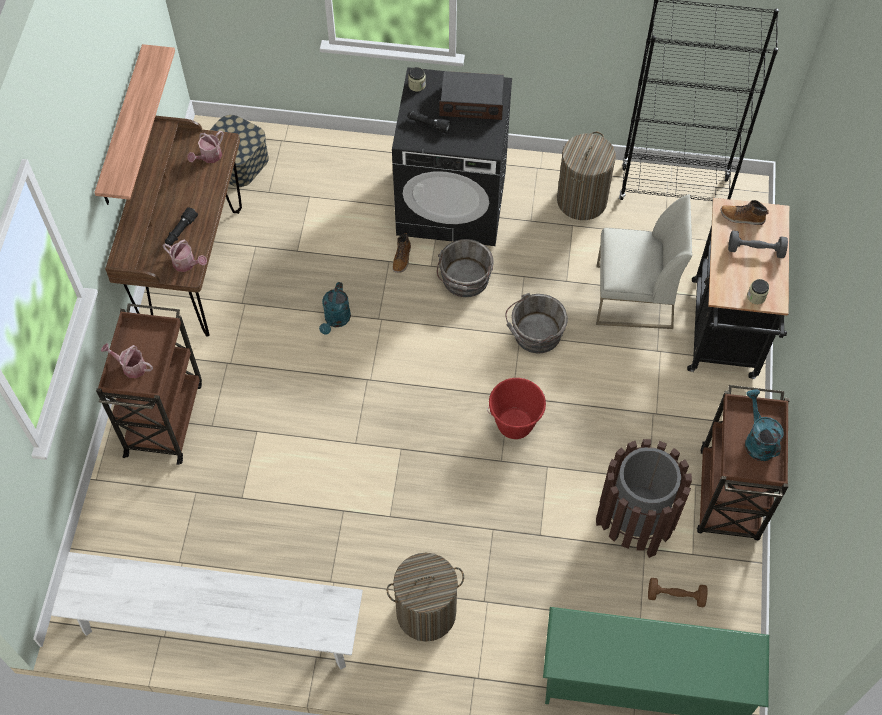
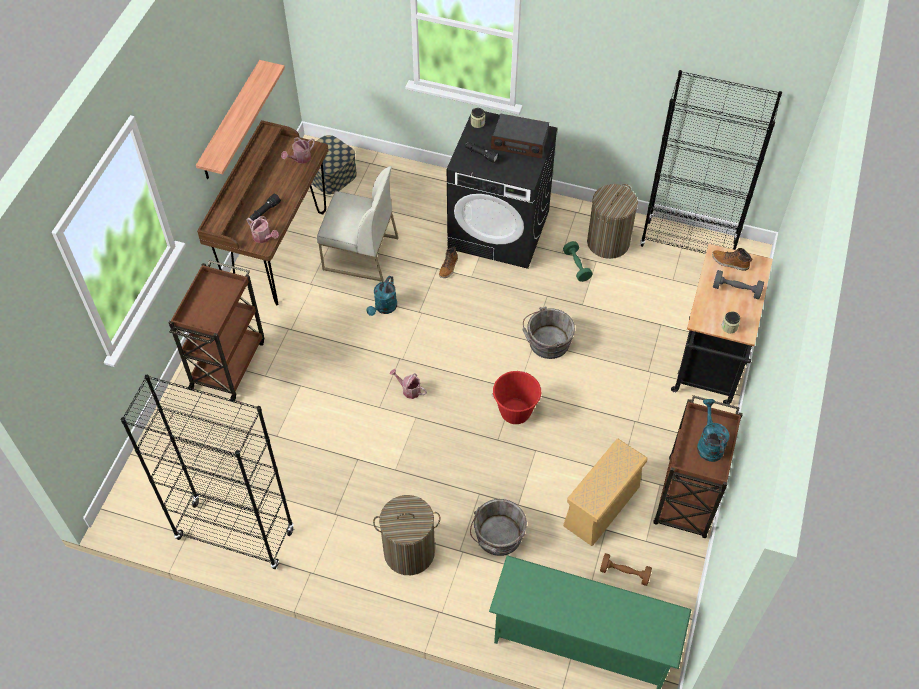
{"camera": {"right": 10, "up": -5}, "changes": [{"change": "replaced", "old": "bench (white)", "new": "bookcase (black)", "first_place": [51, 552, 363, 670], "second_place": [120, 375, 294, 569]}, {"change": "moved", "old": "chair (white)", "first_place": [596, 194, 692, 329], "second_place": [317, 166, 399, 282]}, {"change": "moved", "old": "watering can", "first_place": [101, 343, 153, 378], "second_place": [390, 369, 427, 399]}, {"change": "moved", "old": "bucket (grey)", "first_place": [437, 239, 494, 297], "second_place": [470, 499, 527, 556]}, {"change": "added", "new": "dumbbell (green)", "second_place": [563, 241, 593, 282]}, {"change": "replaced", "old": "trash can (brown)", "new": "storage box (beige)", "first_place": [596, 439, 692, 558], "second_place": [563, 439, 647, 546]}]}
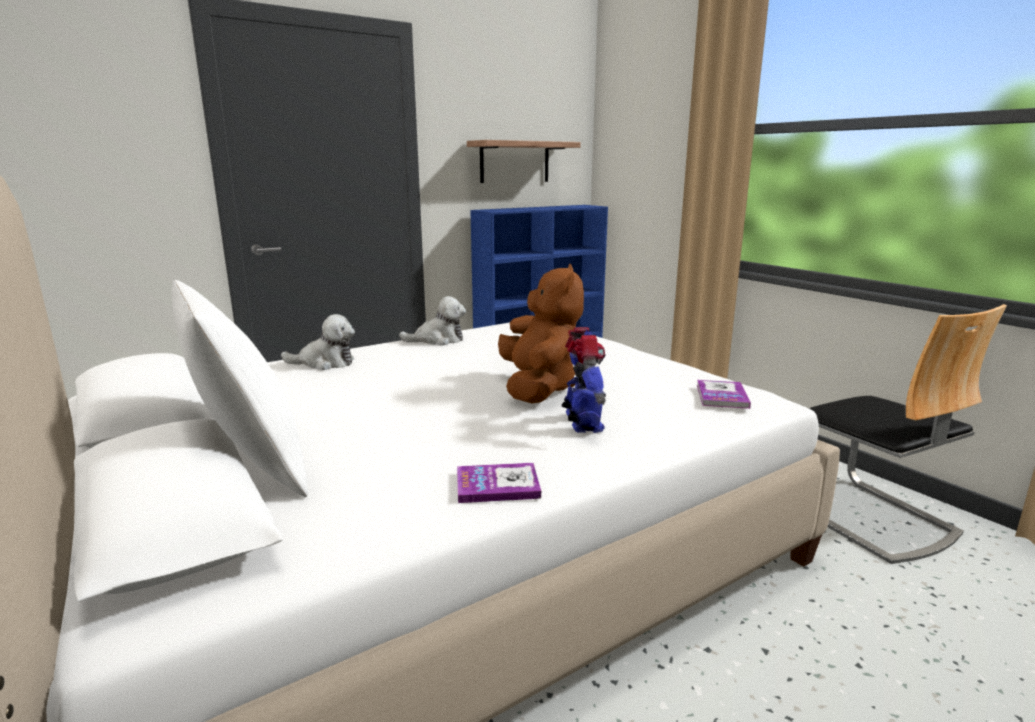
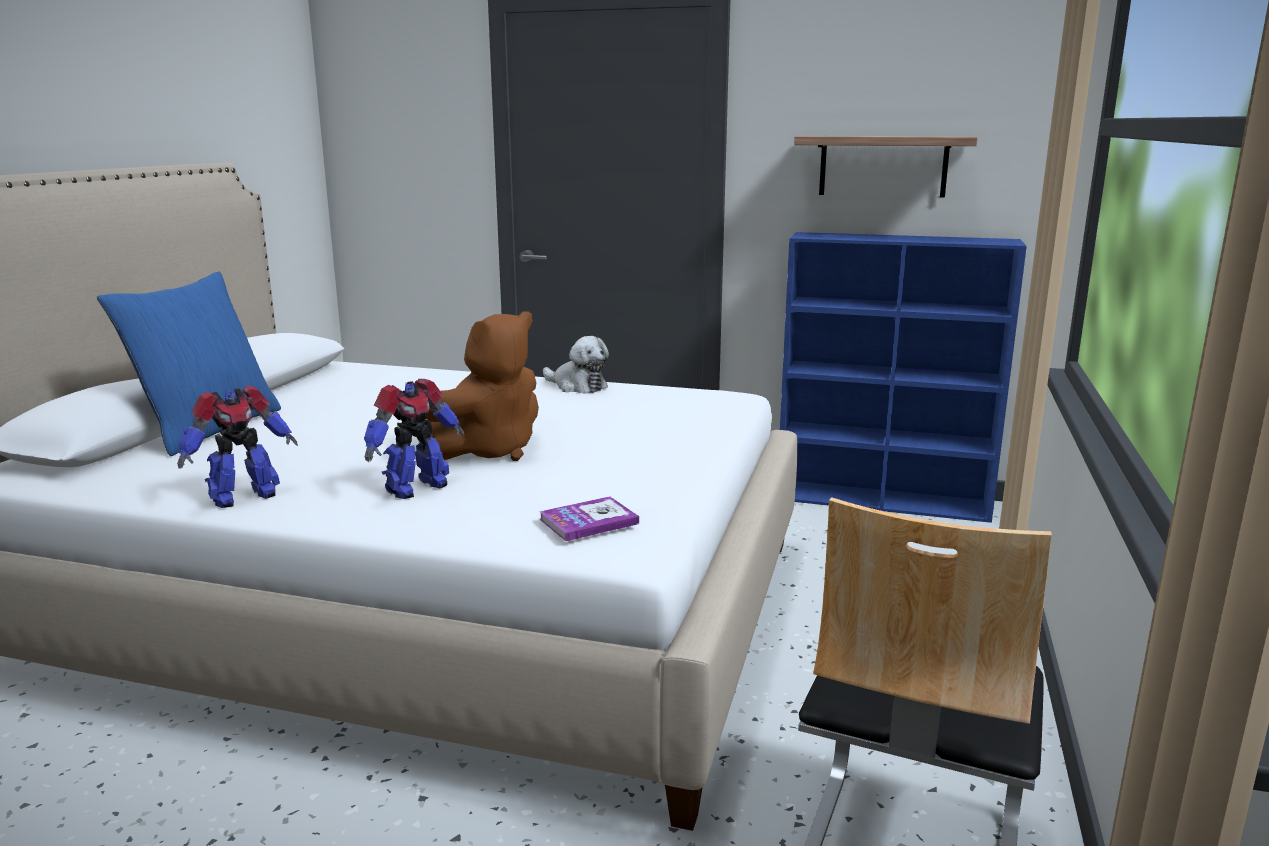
{"camera": {"right": 50, "up": 0}, "changes": [{"change": "recoloured", "old": "pillow (white)", "new": "pillow (blue)", "first_place": [172, 280, 308, 497], "second_place": [97, 271, 281, 456]}, {"change": "replaced", "old": "book", "new": "toy robot", "first_place": [457, 463, 541, 503], "second_place": [177, 386, 298, 508]}, {"change": "removed", "old": "plush toy", "first_place": [281, 314, 355, 370]}]}
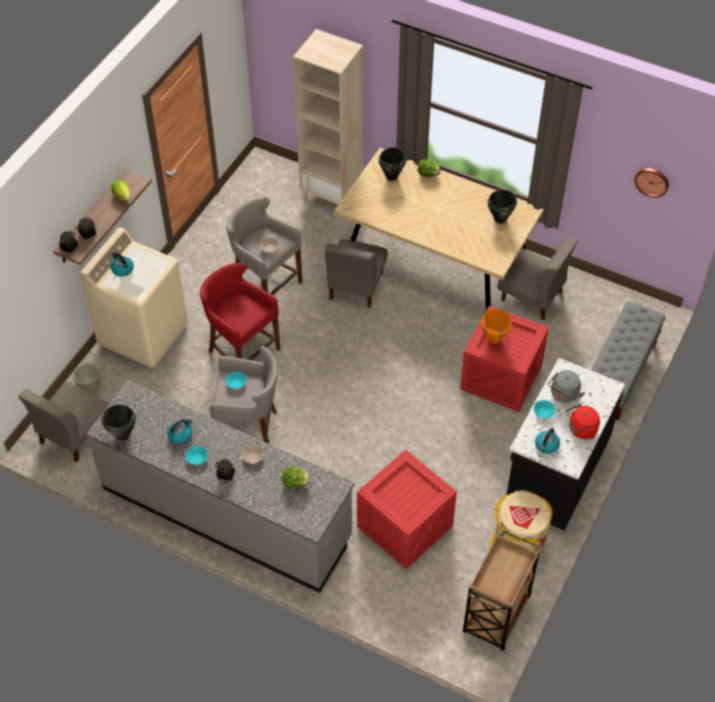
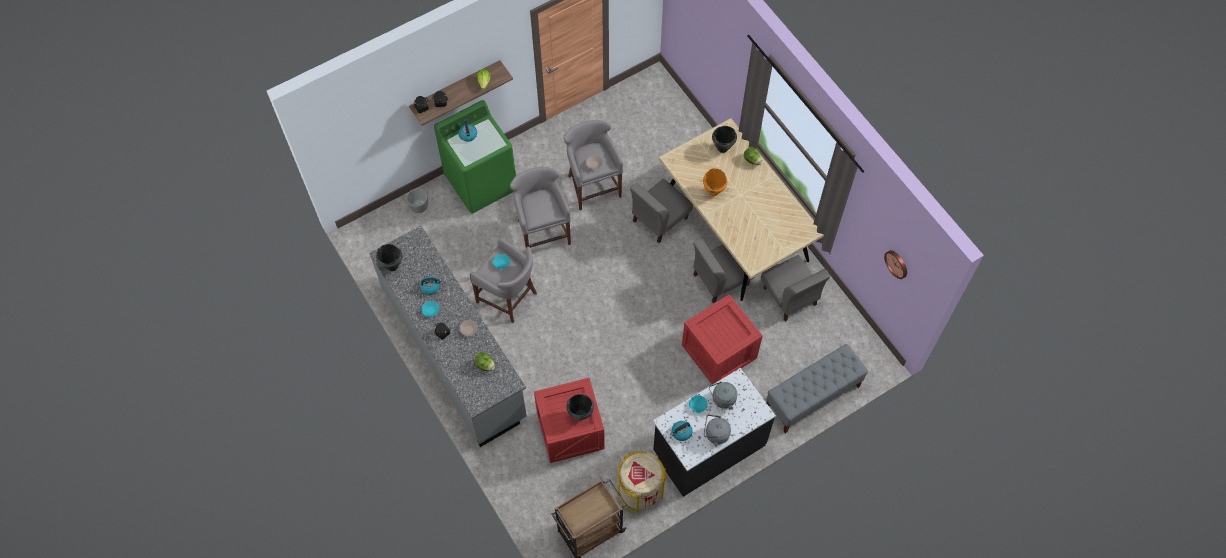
{"camera": {"right": 30, "up": 10}, "changes": [{"change": "recoloured", "old": "washing machine (beige)", "new": "washing machine (green)", "first_place": [80, 227, 188, 368], "second_place": [434, 100, 516, 214]}, {"change": "recoloured", "old": "stool (red)", "new": "stool (grey)", "first_place": [200, 263, 280, 360], "second_place": [510, 167, 571, 248]}, {"change": "moved", "old": "cooking pot (black)", "first_place": [487, 190, 517, 223], "second_place": [566, 394, 594, 420]}, {"change": "moved", "old": "chair (grey)", "first_place": [18, 381, 109, 462], "second_place": [693, 239, 755, 303]}, {"change": "moved", "old": "cooking pot (orange)", "first_place": [482, 309, 512, 344], "second_place": [703, 168, 727, 196]}, {"change": "recoloured", "old": "kettle (red)", "new": "kettle (grey)", "first_place": [566, 404, 600, 439], "second_place": [704, 415, 731, 447]}, {"change": "removed", "old": "bookcase (beige)", "first_place": [293, 29, 363, 205]}]}
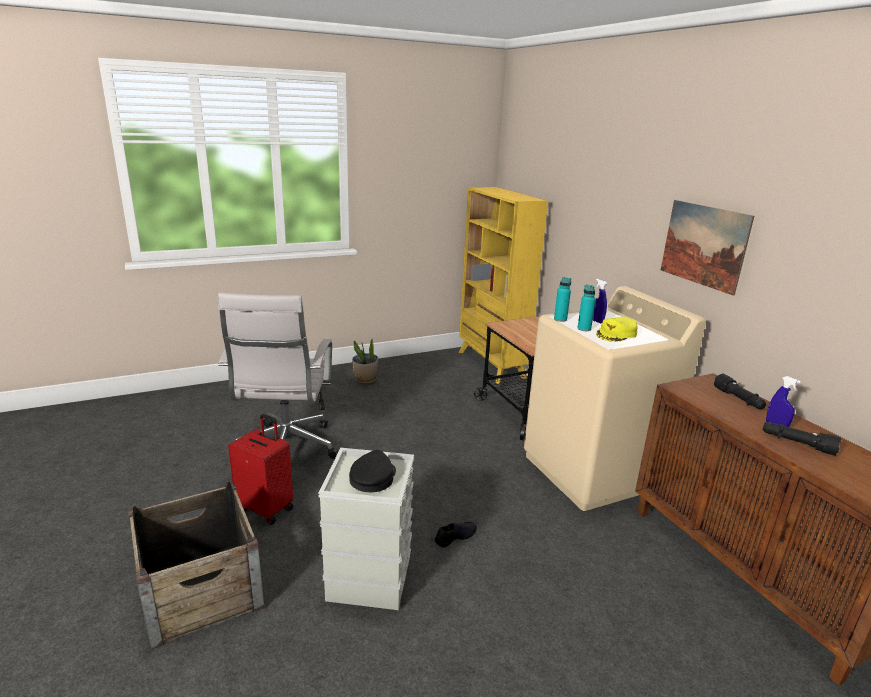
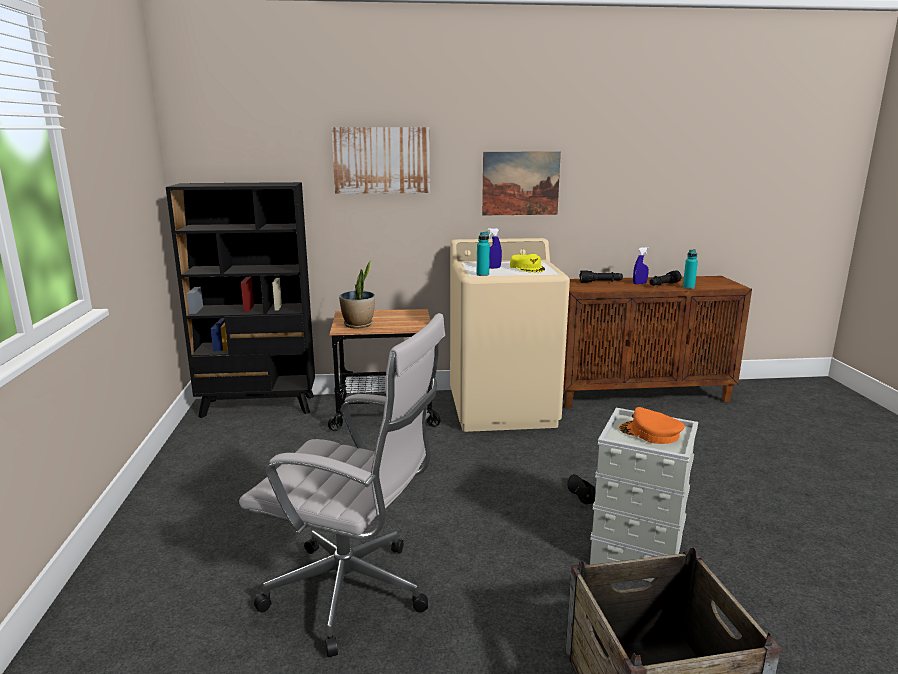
{"camera": {"right": -70, "up": -5}, "changes": [{"change": "recoloured", "old": "bookcase (yellow)", "new": "bookcase (black)", "first_place": [459, 187, 548, 384], "second_place": [166, 182, 315, 418]}, {"change": "added", "new": "picture", "second_place": [331, 127, 430, 194]}, {"change": "moved", "old": "potted plant", "first_place": [352, 338, 378, 384], "second_place": [339, 260, 375, 329]}, {"change": "recoloured", "old": "cap (black)", "new": "cap (orange)", "first_place": [349, 450, 396, 492], "second_place": [619, 407, 685, 444]}, {"change": "moved", "old": "bottle (turquoise)", "first_place": [578, 285, 596, 331], "second_place": [683, 249, 698, 289]}, {"change": "removed", "old": "suitcase (red)", "first_place": [228, 414, 293, 525]}]}
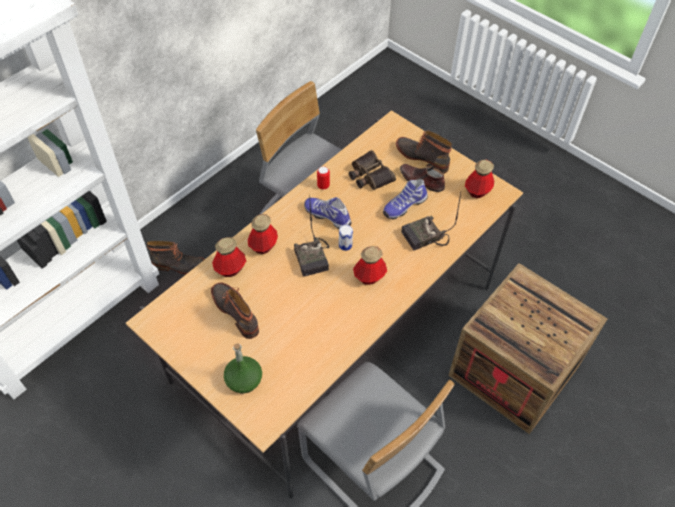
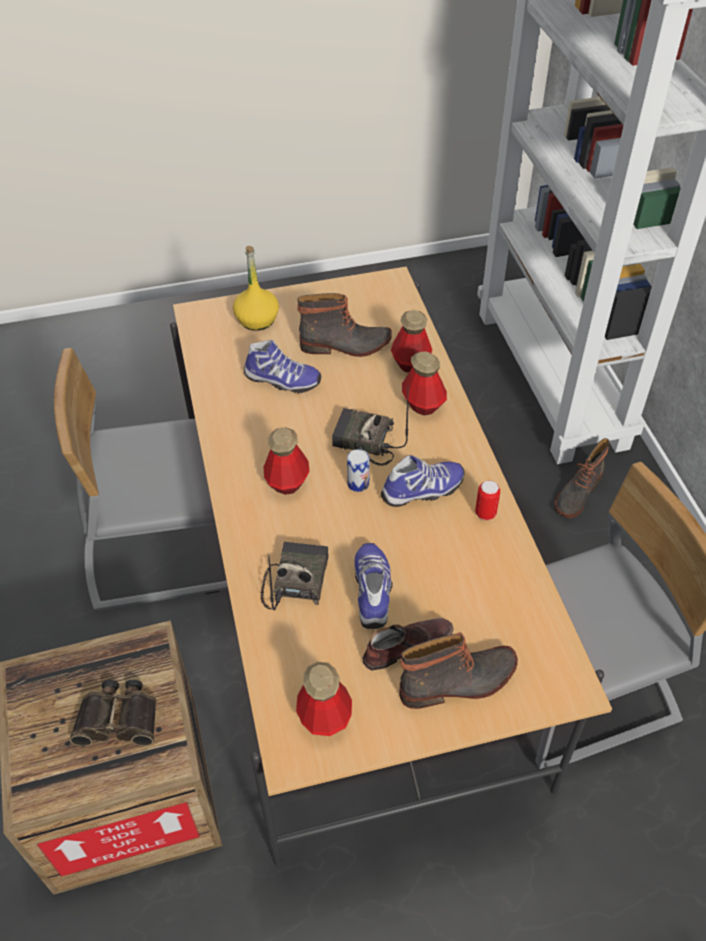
{"camera": {"right": 125, "up": -5}, "changes": [{"change": "moved", "old": "binoculars", "first_place": [349, 150, 396, 190], "second_place": [70, 680, 157, 746]}, {"change": "recoloured", "old": "bottle (green)", "new": "bottle (yellow)", "first_place": [224, 343, 262, 393], "second_place": [233, 246, 279, 331]}, {"change": "added", "new": "shoe", "second_place": [244, 340, 321, 393]}]}
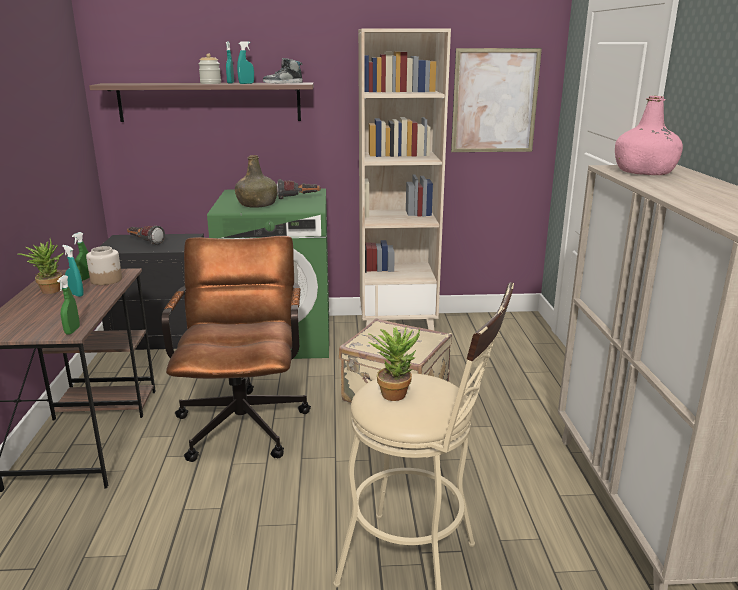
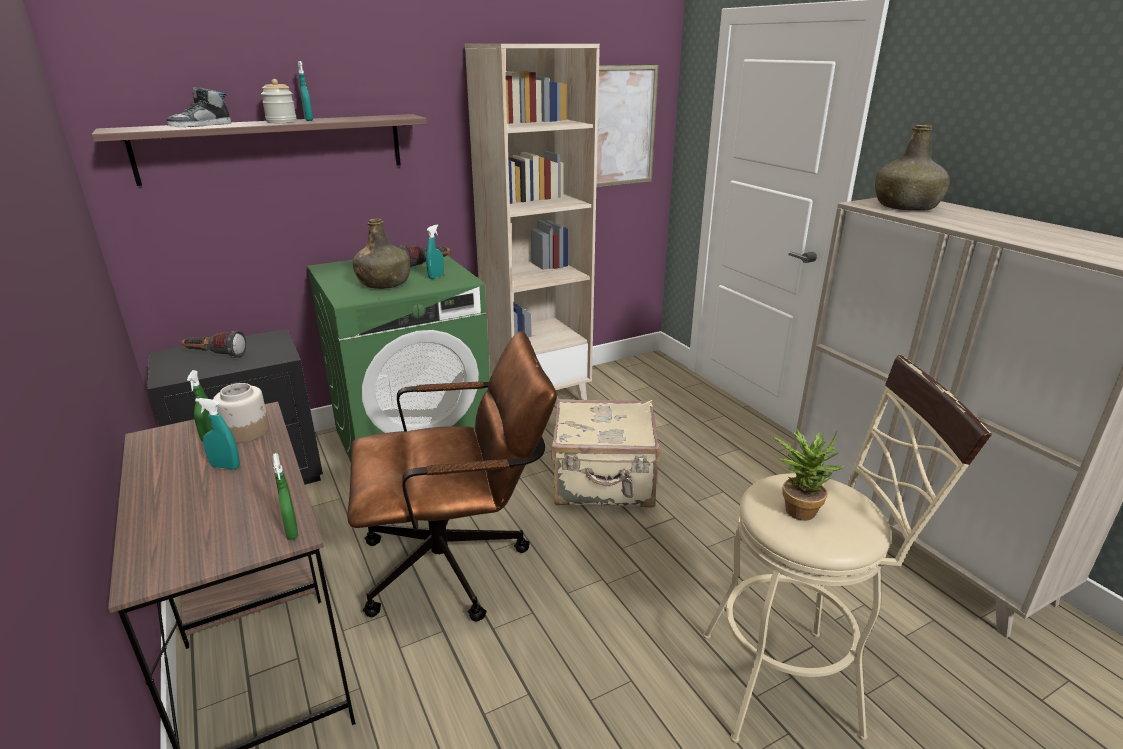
{"camera": {"right": -25, "up": 5}, "changes": [{"change": "moved", "old": "shoe", "first_place": [263, 58, 303, 83], "second_place": [167, 87, 231, 127]}, {"change": "turned", "old": "office chair (brown)", "first_place": [161, 236, 311, 462], "second_place": [347, 331, 557, 622], "degrees": 105}, {"change": "moved", "old": "spray bottle (turquoise)", "first_place": [237, 41, 254, 84], "second_place": [426, 225, 444, 279]}, {"change": "recoloured", "old": "bottle (pink)", "new": "bottle (green)", "first_place": [615, 96, 683, 175], "second_place": [875, 125, 950, 211]}, {"change": "removed", "old": "potted plant", "first_place": [17, 239, 64, 294]}]}
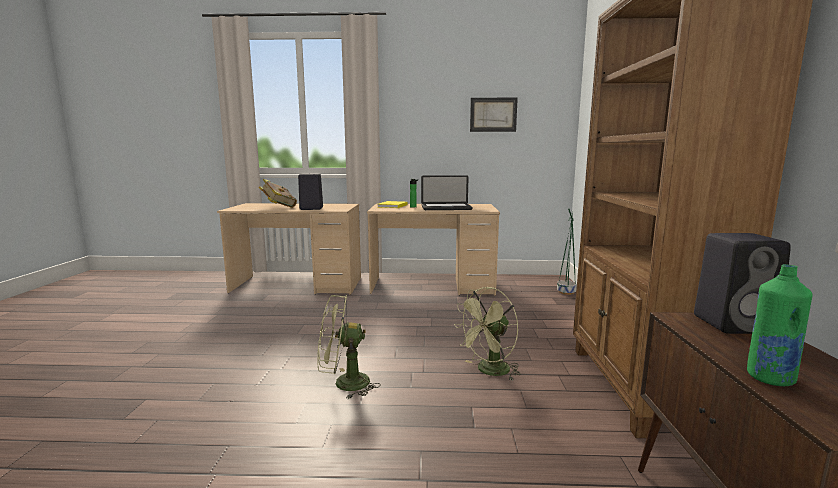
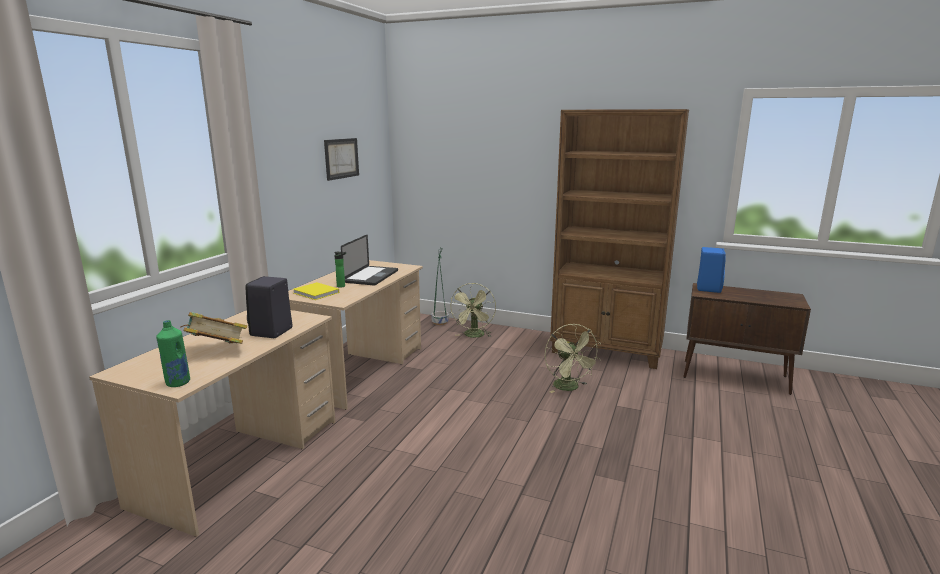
{"camera": {"right": -70, "up": 5}, "changes": [{"change": "moved", "old": "bottle (green)", "first_place": [747, 264, 813, 386], "second_place": [156, 320, 190, 387]}, {"change": "moved", "old": "fan (green)", "first_place": [317, 295, 380, 399], "second_place": [450, 283, 496, 338]}, {"change": "recoloured", "old": "speaker (black)", "new": "speaker (blue)", "first_place": [694, 233, 791, 334], "second_place": [697, 247, 726, 293]}]}
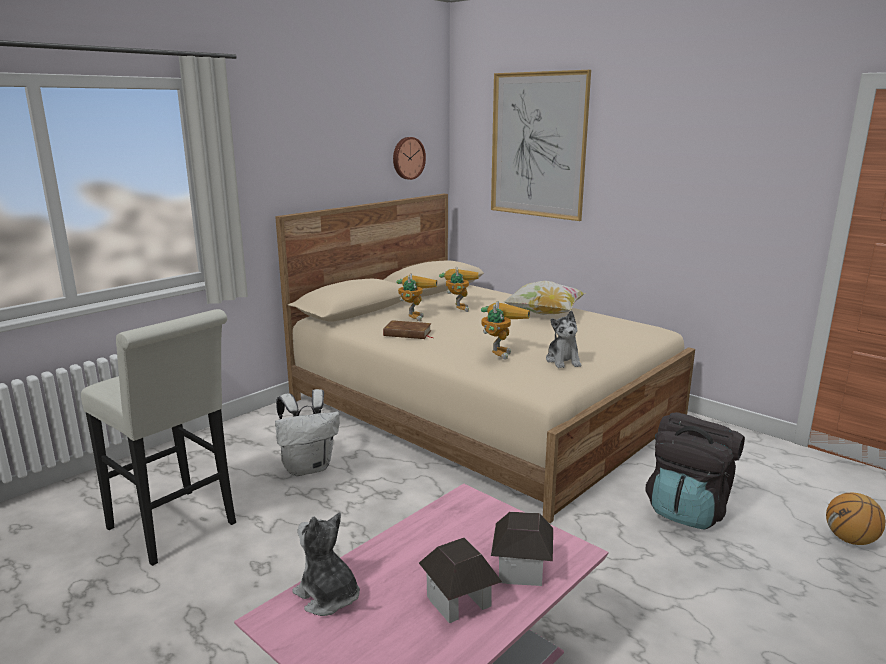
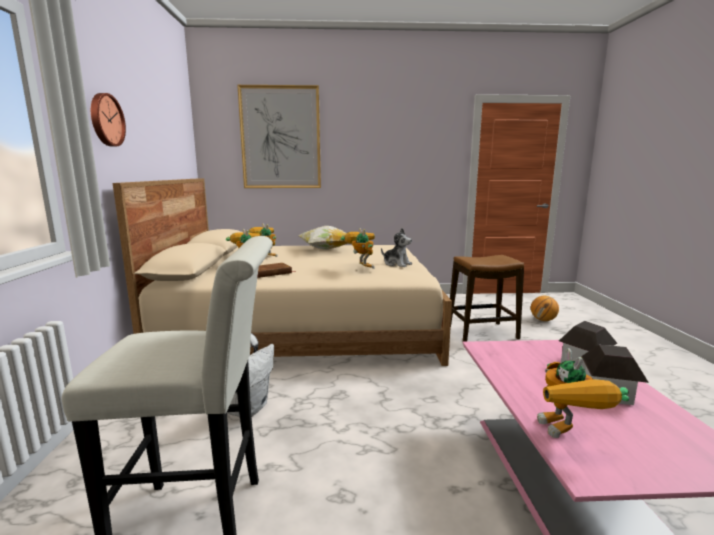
{"camera": {"right": -45, "up": -5}, "changes": [{"change": "moved", "old": "wall clock", "first_place": [393, 137, 426, 180], "second_place": [91, 93, 126, 146]}, {"change": "replaced", "old": "backpack (black)", "new": "stool", "first_place": [645, 412, 745, 530], "second_place": [450, 255, 524, 342]}, {"change": "replaced", "old": "plush toy", "new": "toy robot", "first_place": [292, 513, 360, 616], "second_place": [537, 348, 629, 438]}]}
